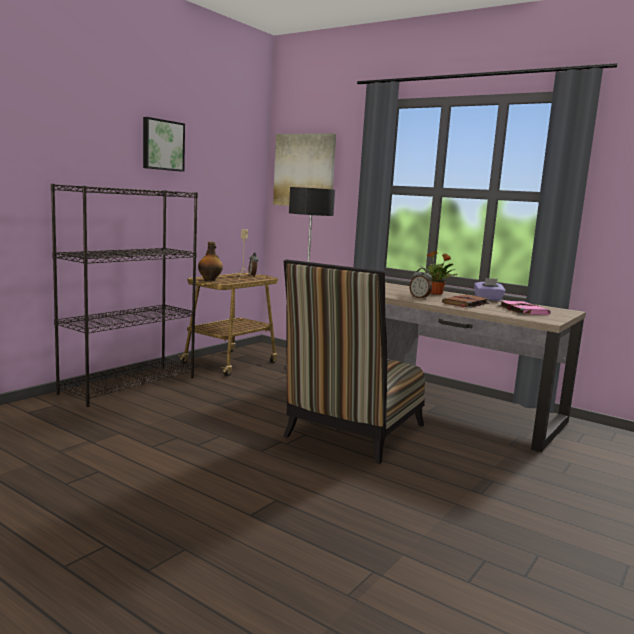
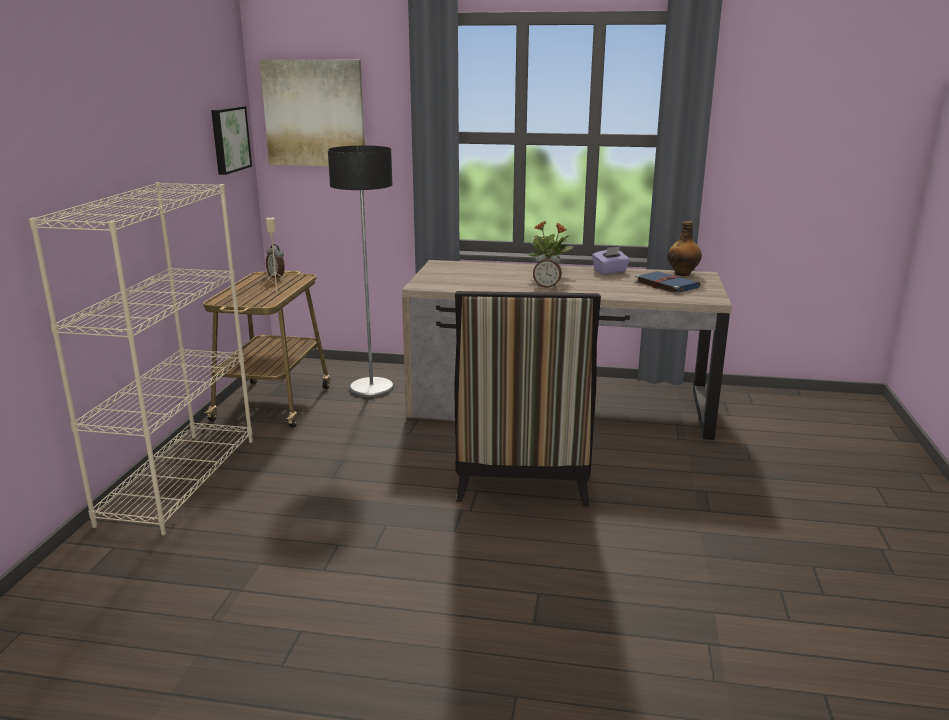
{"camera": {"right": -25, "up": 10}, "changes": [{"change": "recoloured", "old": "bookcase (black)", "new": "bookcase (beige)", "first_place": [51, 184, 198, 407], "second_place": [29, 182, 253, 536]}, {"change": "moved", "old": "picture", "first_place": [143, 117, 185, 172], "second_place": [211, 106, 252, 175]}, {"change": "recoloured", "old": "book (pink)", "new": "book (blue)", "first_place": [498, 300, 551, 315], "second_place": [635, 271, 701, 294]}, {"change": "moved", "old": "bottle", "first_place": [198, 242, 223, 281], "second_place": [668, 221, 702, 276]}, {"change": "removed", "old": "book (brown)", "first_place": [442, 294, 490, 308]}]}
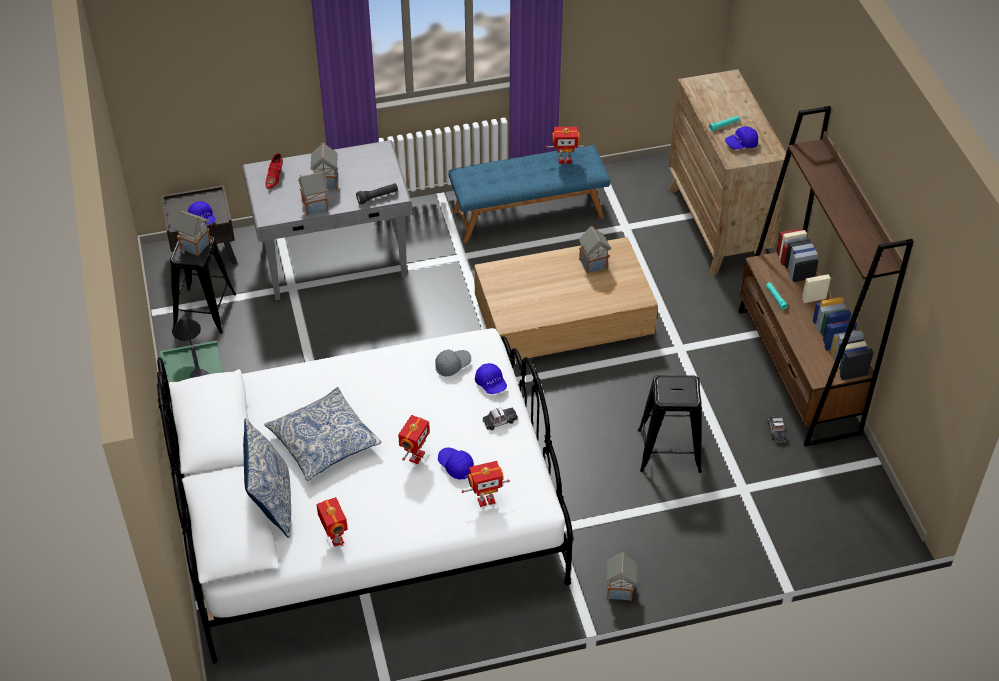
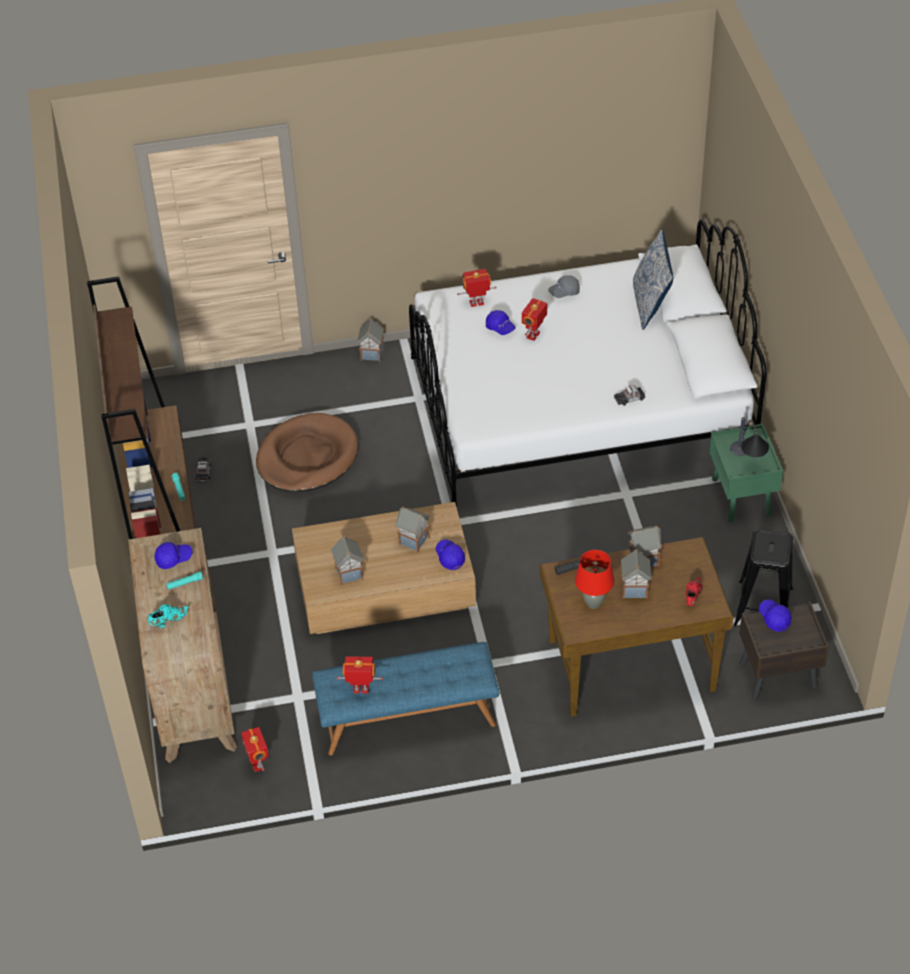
{"camera": {"right": -175, "up": 0}, "changes": [{"change": "added", "new": "shoe (turquoise)", "second_place": [148, 604, 190, 628]}, {"change": "moved", "old": "toy robot", "first_place": [316, 497, 348, 547], "second_place": [241, 727, 269, 772]}, {"change": "replaced", "old": "stool (black)", "new": "dog bed (brown)", "first_place": [638, 375, 702, 473], "second_place": [256, 413, 358, 492]}, {"change": "moved", "old": "toy house", "first_place": [175, 209, 211, 256], "second_place": [396, 506, 430, 553]}, {"change": "moved", "old": "cap (blue)", "first_place": [475, 363, 507, 394], "second_place": [436, 539, 465, 570]}, {"change": "recoloured", "old": "desk (grey)", "new": "desk (brown)", "first_place": [242, 140, 412, 300], "second_place": [540, 537, 733, 717]}, {"change": "moved", "old": "cap (grey)", "first_place": [435, 349, 471, 376], "second_place": [548, 275, 580, 298]}, {"change": "added", "new": "table lamp (red)", "second_place": [575, 550, 614, 609]}, {"change": "moved", "old": "toy car", "first_place": [482, 408, 518, 430], "second_place": [614, 385, 645, 406]}, {"change": "removed", "old": "pillow", "first_place": [264, 387, 382, 481]}]}
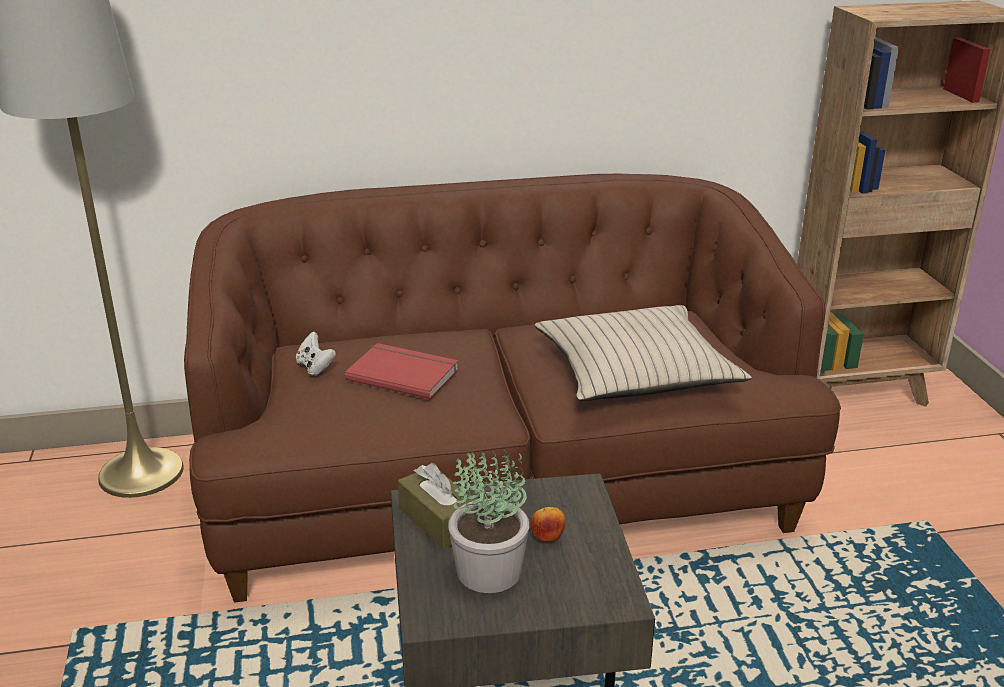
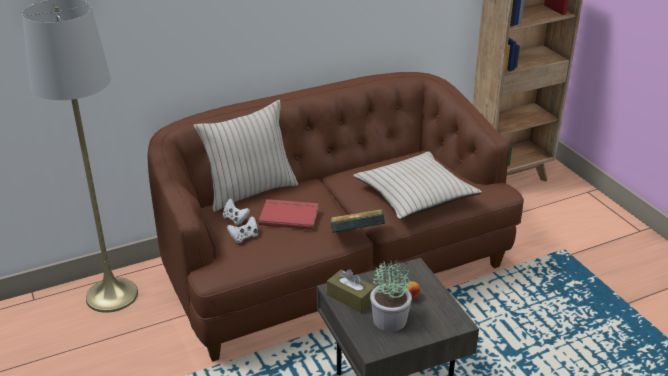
{"camera": {"right": -15, "up": 5}, "changes": [{"change": "added", "new": "pillow (beige)", "second_place": [193, 100, 298, 212]}, {"change": "added", "new": "game controller (white)", "second_place": [227, 216, 258, 243]}, {"change": "added", "new": "book", "second_place": [330, 209, 385, 233]}]}
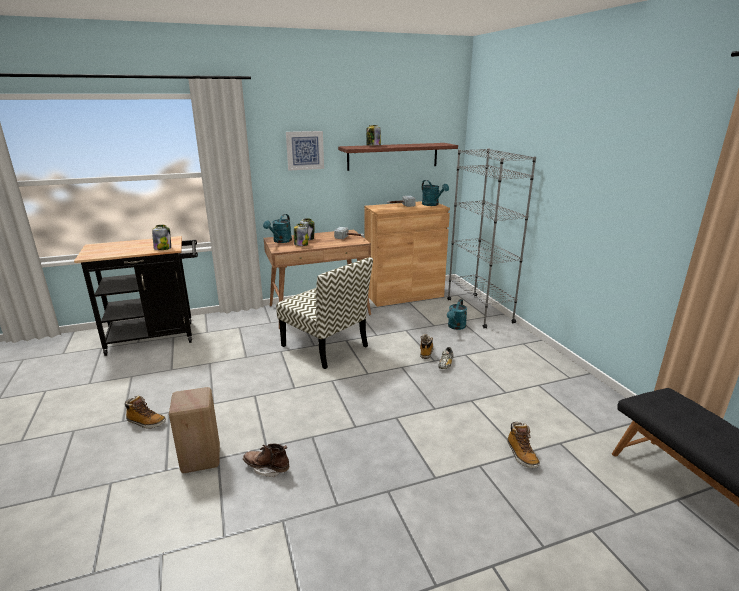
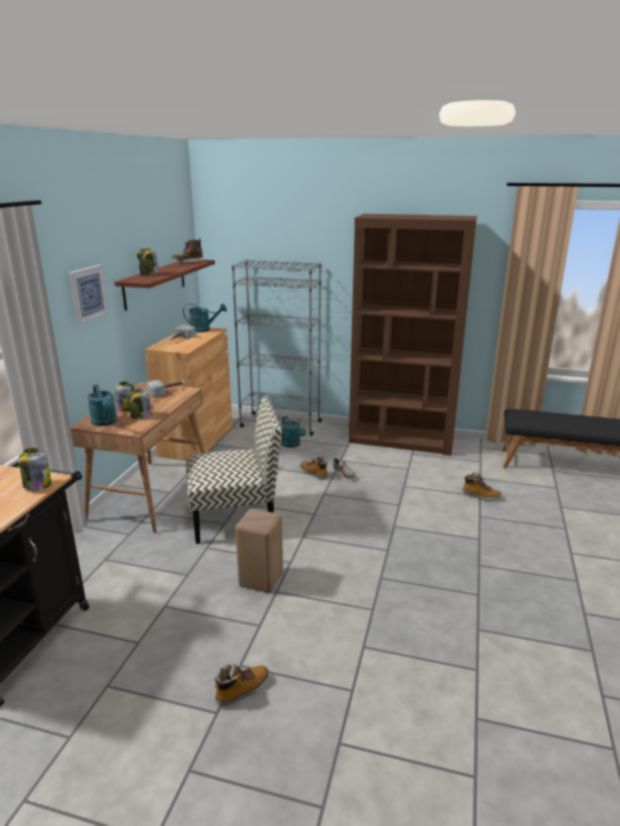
{"camera": {"right": -55, "up": 0}, "changes": [{"change": "moved", "old": "boot (brown)", "first_place": [243, 444, 289, 477], "second_place": [172, 239, 203, 263]}, {"change": "moved", "old": "stool (beige)", "first_place": [169, 387, 220, 473], "second_place": [235, 509, 283, 593]}, {"change": "added", "new": "bookcase (brown)", "second_place": [349, 214, 477, 456]}]}
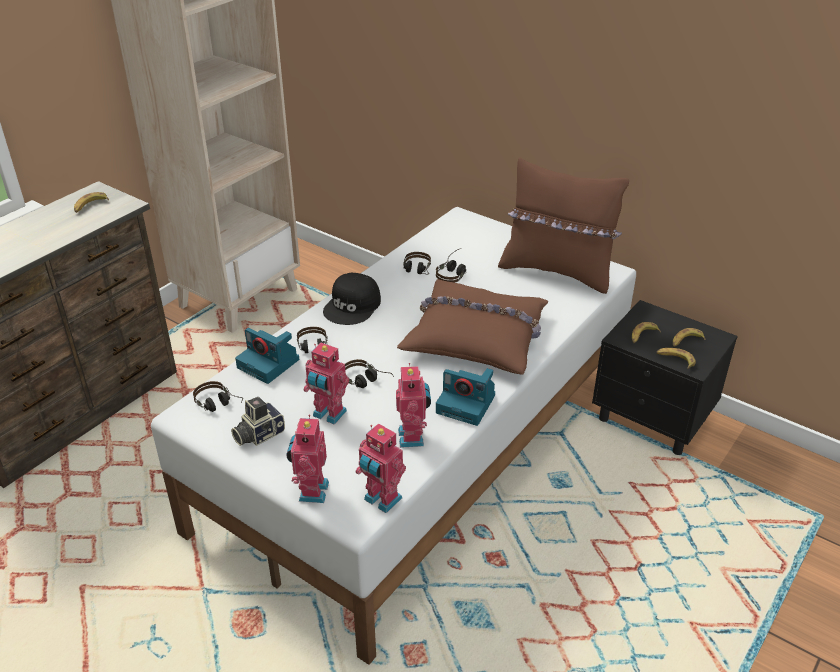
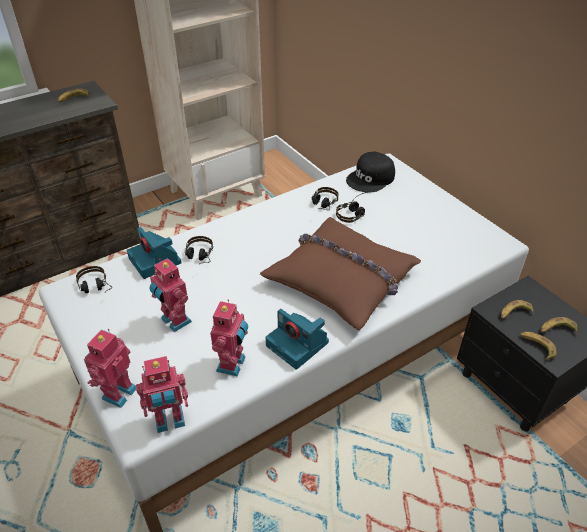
{"camera": {"right": 20, "up": 5}, "changes": [{"change": "turned", "old": "toy robot", "first_place": [356, 423, 406, 513], "second_place": [136, 356, 188, 433], "degrees": -75}, {"change": "moved", "old": "cap (black)", "first_place": [323, 273, 381, 325], "second_place": [346, 152, 395, 192]}, {"change": "removed", "old": "photo camera", "first_place": [231, 397, 285, 446]}, {"change": "removed", "old": "headphones", "first_place": [345, 359, 394, 388]}, {"change": "removed", "old": "pillow (brown)", "first_place": [498, 157, 629, 294]}]}
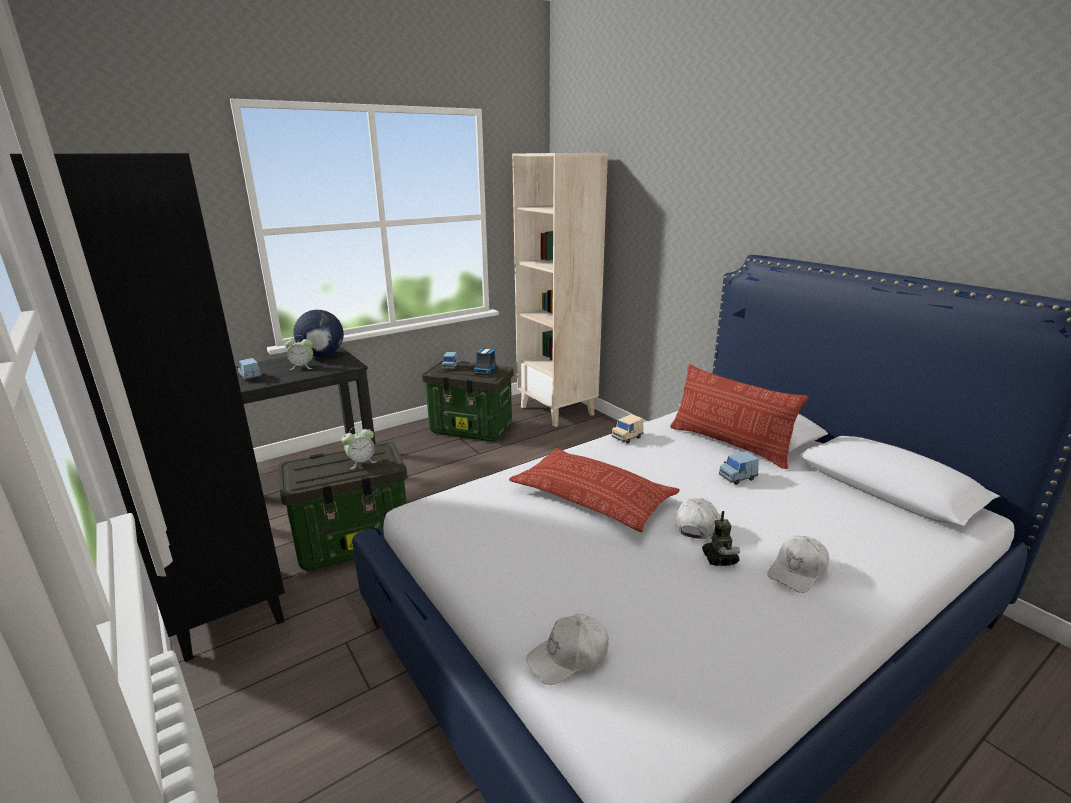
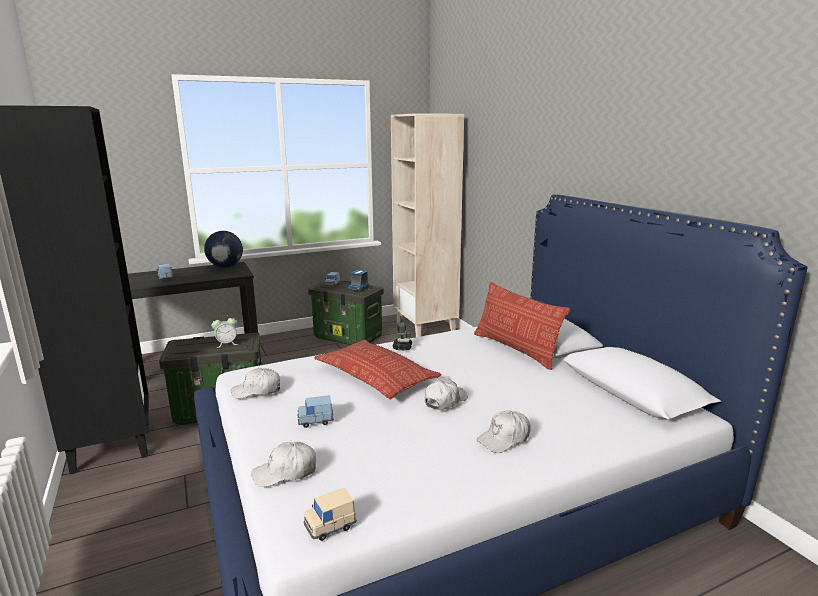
{"camera": {"right": 10, "up": -5}, "changes": [{"change": "added", "new": "cap (white)", "second_place": [231, 368, 280, 398]}, {"change": "moved", "old": "toy car (blue)", "first_place": [719, 452, 759, 485], "second_place": [297, 395, 334, 428]}, {"change": "moved", "old": "toy car (beige)", "first_place": [612, 414, 644, 443], "second_place": [304, 488, 357, 541]}, {"change": "moved", "old": "toy robot", "first_place": [702, 511, 740, 566], "second_place": [393, 316, 412, 351]}, {"change": "removed", "old": "alarm clock", "first_place": [285, 335, 313, 370]}]}
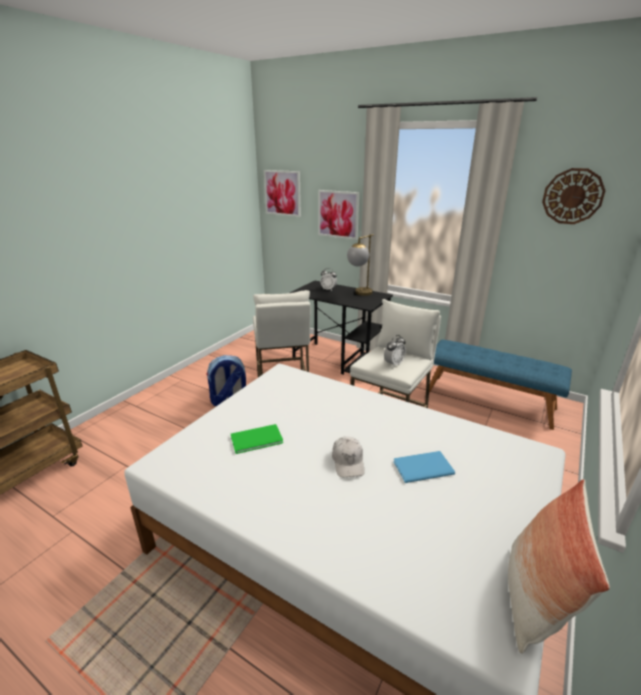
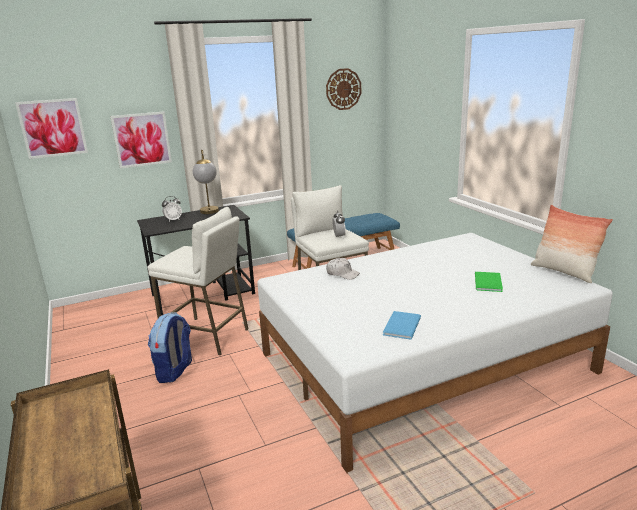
{"camera": {"right": -55, "up": -5}, "changes": [{"change": "moved", "old": "cap (white)", "first_place": [332, 436, 365, 477], "second_place": [326, 258, 360, 280]}, {"change": "moved", "old": "book (blue)", "first_place": [393, 451, 455, 483], "second_place": [383, 311, 421, 340]}, {"change": "moved", "old": "book (green)", "first_place": [231, 424, 283, 454], "second_place": [475, 272, 503, 292]}]}
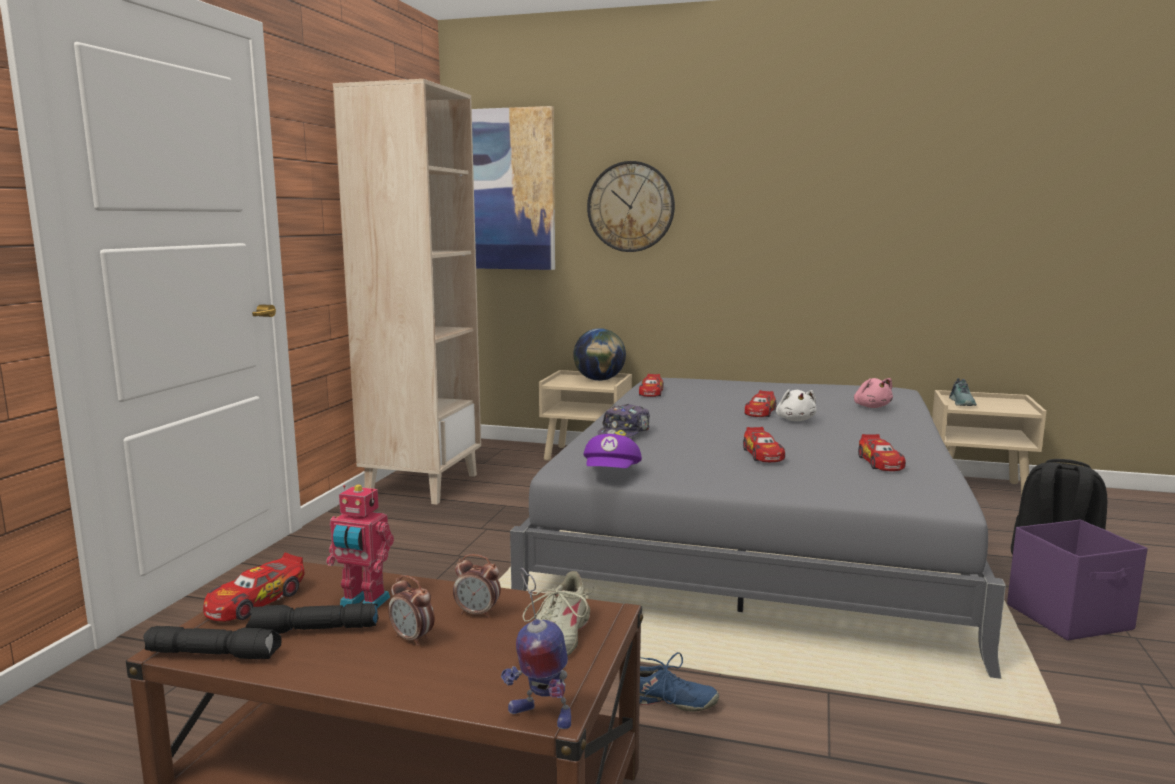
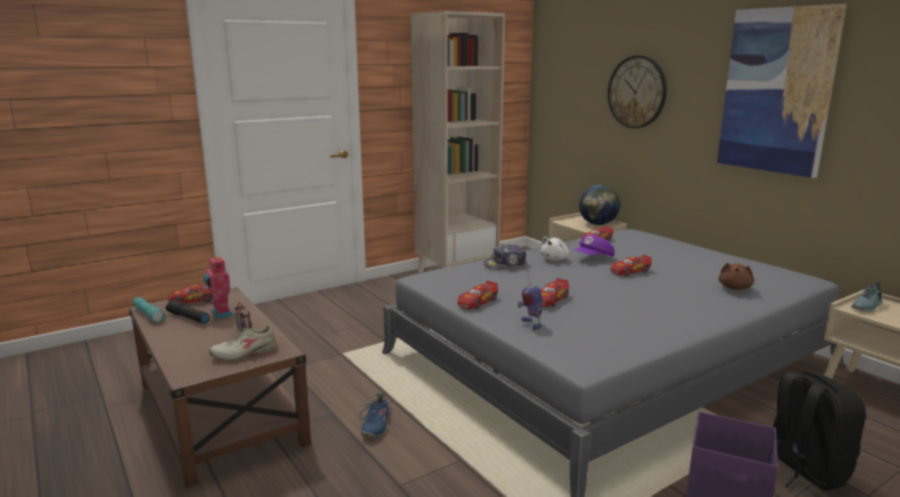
{"camera": {"right": 40, "up": 5}, "changes": [{"change": "recoloured", "old": "flashlight (black)", "new": "flashlight (turquoise)", "first_place": [143, 626, 282, 659], "second_place": [133, 297, 166, 323]}, {"change": "turned", "old": "shoe (blue)", "first_place": [640, 652, 719, 712], "second_place": [359, 392, 392, 438], "degrees": 45}, {"change": "moved", "old": "toy car", "first_place": [858, 434, 906, 471], "second_place": [458, 280, 498, 309]}, {"change": "moved", "old": "toy robot", "first_place": [501, 568, 571, 729], "second_place": [518, 262, 543, 330]}, {"change": "moved", "old": "plush toy (white)", "first_place": [776, 389, 816, 421], "second_place": [540, 236, 569, 261]}, {"change": "moved", "old": "cap (purple)", "first_place": [583, 434, 642, 468], "second_place": [575, 235, 615, 256]}, {"change": "moved", "old": "picture", "first_place": [472, 106, 555, 270], "second_place": [717, 4, 847, 178]}, {"change": "recoloured", "old": "plush toy (pink)", "new": "plush toy (brown)", "first_place": [854, 378, 893, 408], "second_place": [718, 263, 754, 290]}, {"change": "removed", "old": "alarm clock", "first_place": [388, 575, 435, 646]}]}
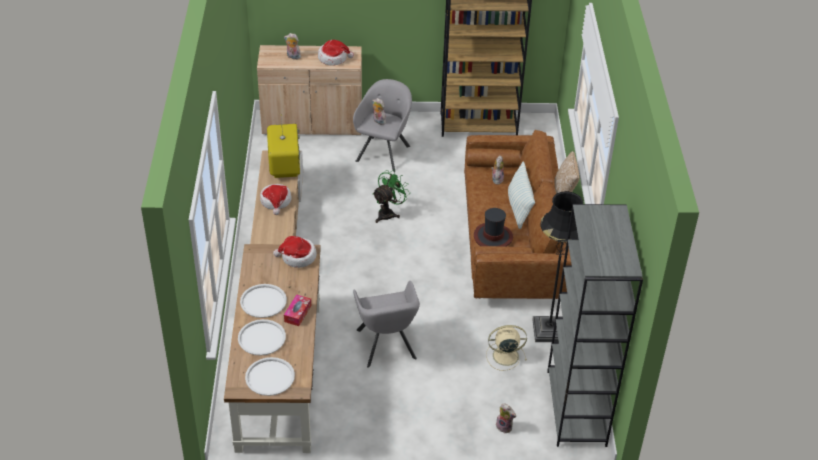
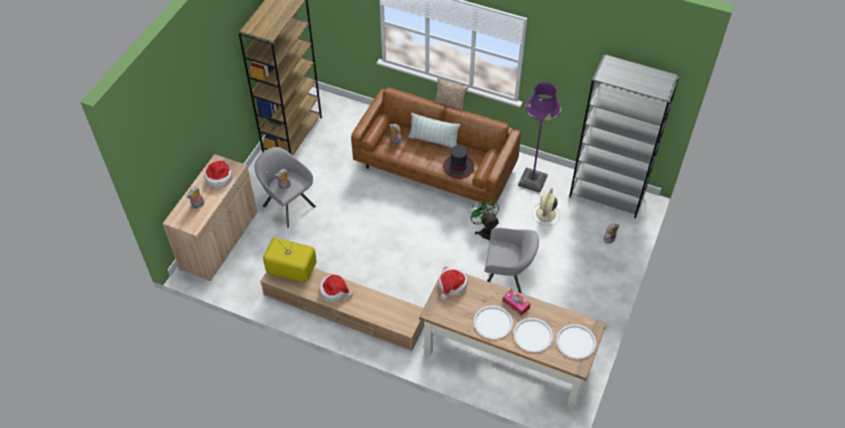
{"camera": {"right": -65, "up": 10}, "changes": [{"change": "moved", "old": "fan (green)", "first_place": [372, 170, 410, 223], "second_place": [469, 200, 499, 240]}, {"change": "recoloured", "old": "floor lamp (black)", "new": "floor lamp (purple)", "first_place": [532, 191, 583, 342], "second_place": [518, 82, 561, 193]}]}
